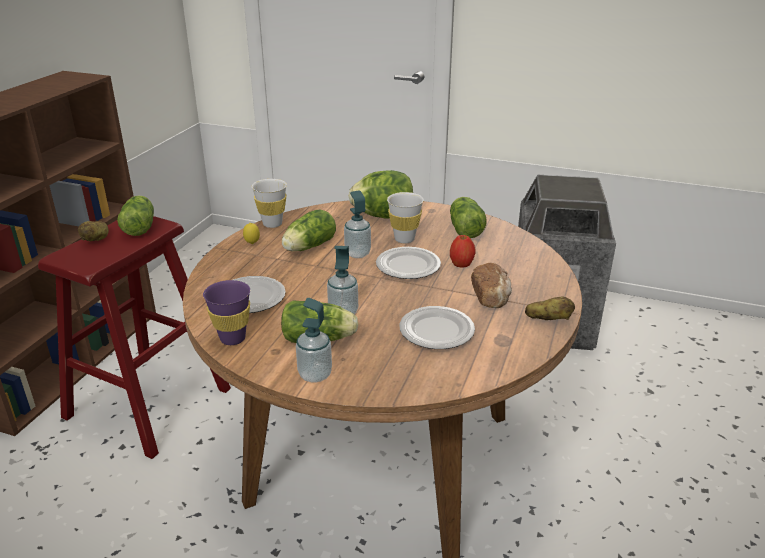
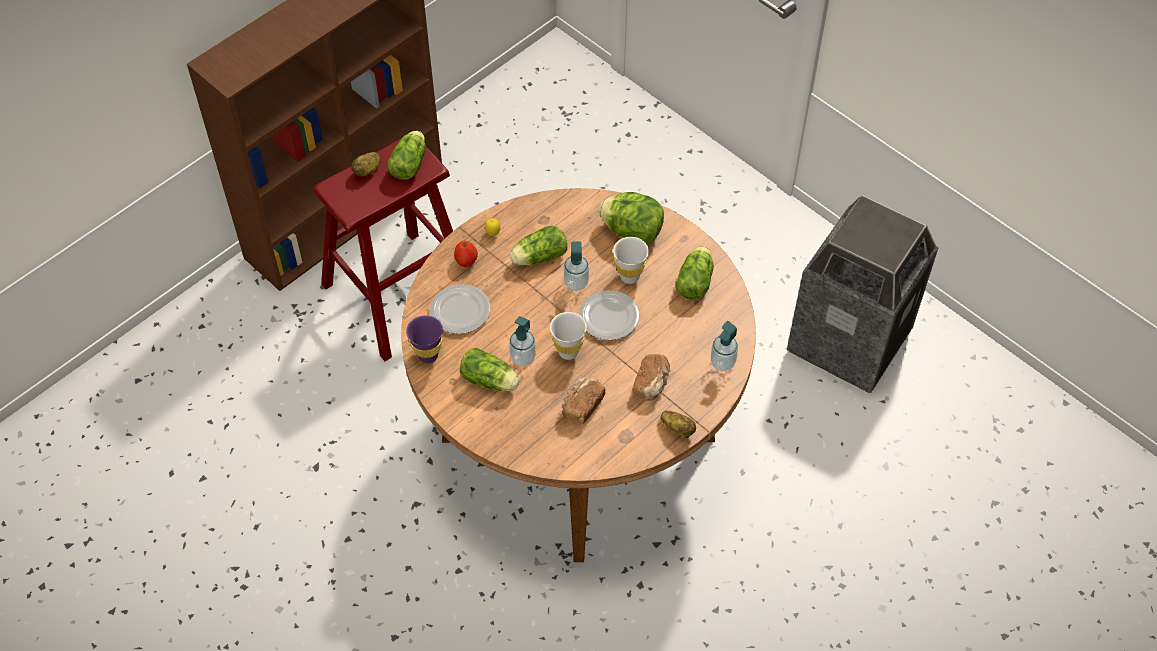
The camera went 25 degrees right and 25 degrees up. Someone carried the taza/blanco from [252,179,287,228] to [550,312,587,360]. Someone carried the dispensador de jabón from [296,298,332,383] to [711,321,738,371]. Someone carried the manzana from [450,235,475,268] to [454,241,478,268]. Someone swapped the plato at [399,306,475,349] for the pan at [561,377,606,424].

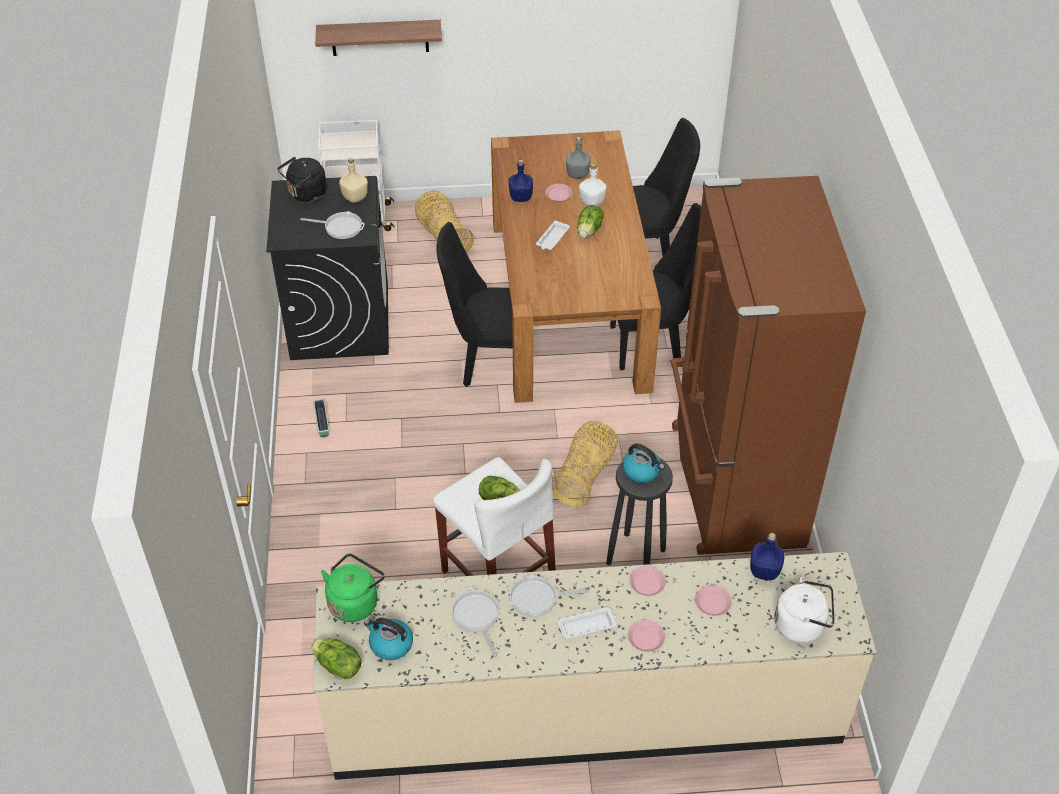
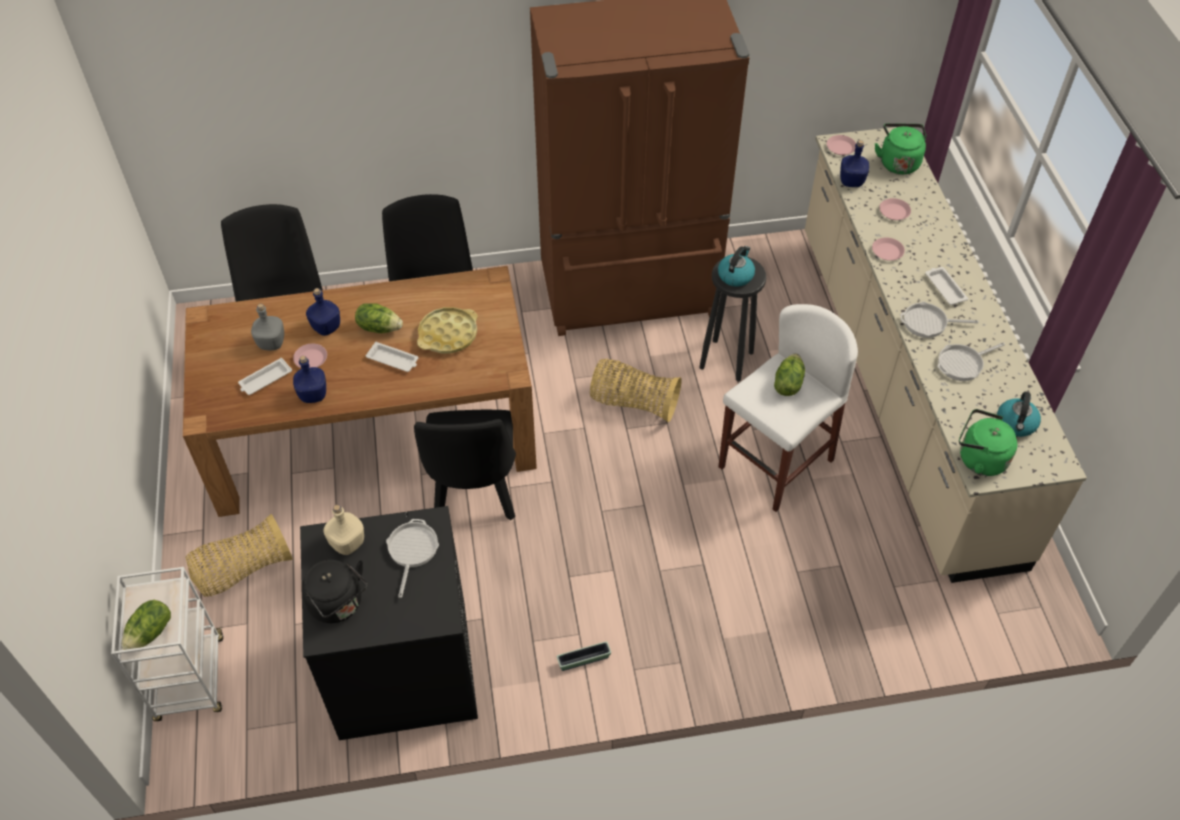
The camera went 95 degrees left and 5 degrees up. Someone took away the estante at [315,20,442,56]. Someone put down the bandeja/blanco at [238,358,292,395]. Someone put down the bandeja/amarillo at [417,307,478,354]. Someone carried the lechuga from [311,638,362,679] to [121,600,171,650]. Someone carried the plato/rosa from [628,620,665,652] to [827,135,856,155]. Someone repainted the botella/blanco at [579,164,607,206], which became the botella/azul at [306,288,340,336]. Someone repainted the hervidor/blanco at [775,577,835,643], which became the hervidor/verde at [875,123,926,174]. Someone rotated the sartén at [506,575,589,617] by 105 degrees clockwise.

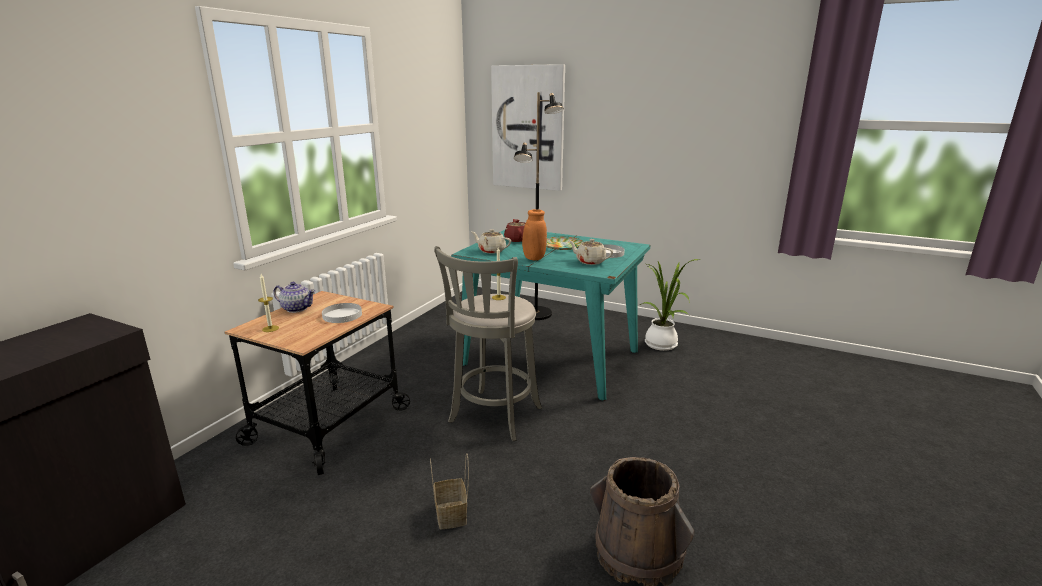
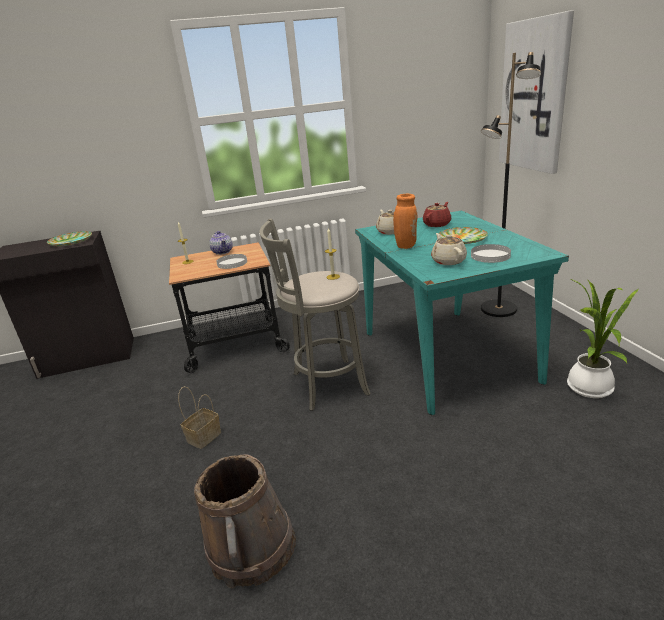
The camera went 50 degrees right and 5 degrees up. Someone put down the plato at [47,231,92,246].

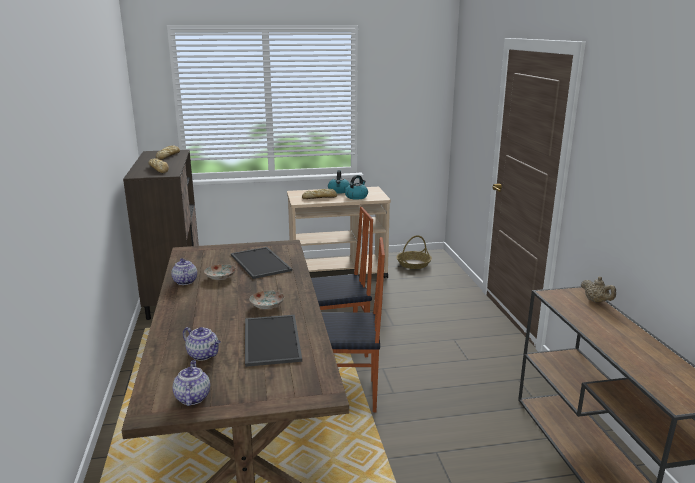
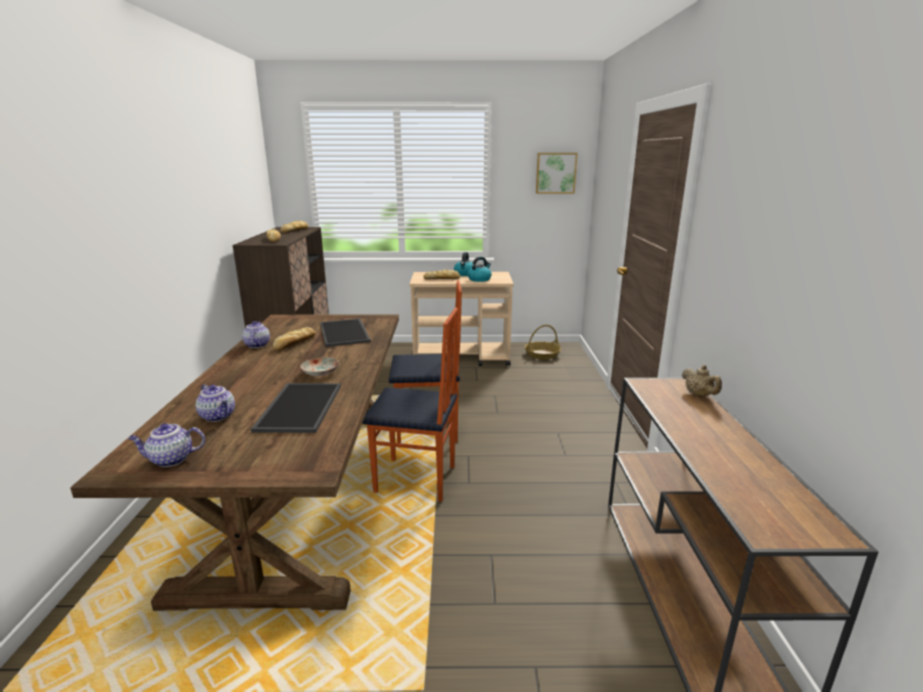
The camera went 10 degrees right and 0 degrees up. Someone put up the cuadro at [536,153,578,194]. Someone swapped the plato at [204,264,236,280] for the pan at [273,327,316,351]. Someone rotated the tetera at [173,360,210,406] by 105 degrees counterclockwise.

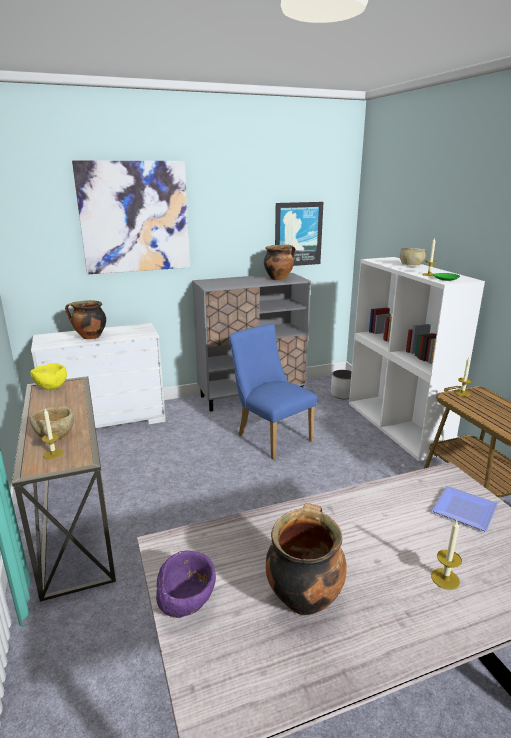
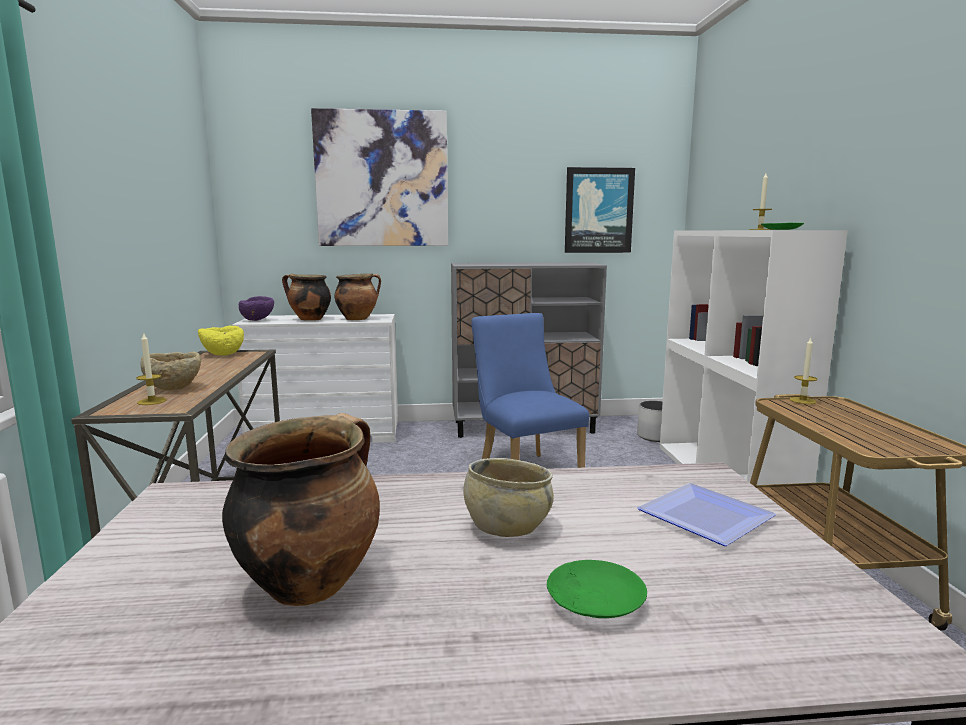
The camera went 15 degrees right and 10 degrees down. Someone carried the cuenco/morado from [156,550,216,618] to [239,296,274,321]. Someone carried the olla from [264,245,296,280] to [335,274,381,320]. Someone carried the cuenco/beis from [400,248,426,265] to [463,458,554,537]. Someone swapped the vela at [431,520,462,590] for the plato/verde at [547,560,647,618].

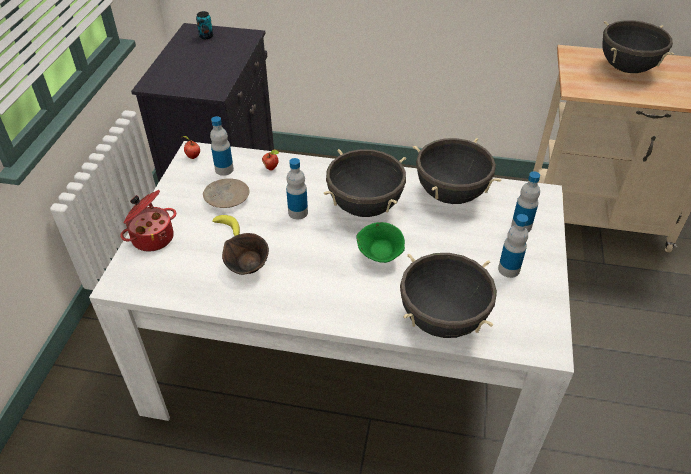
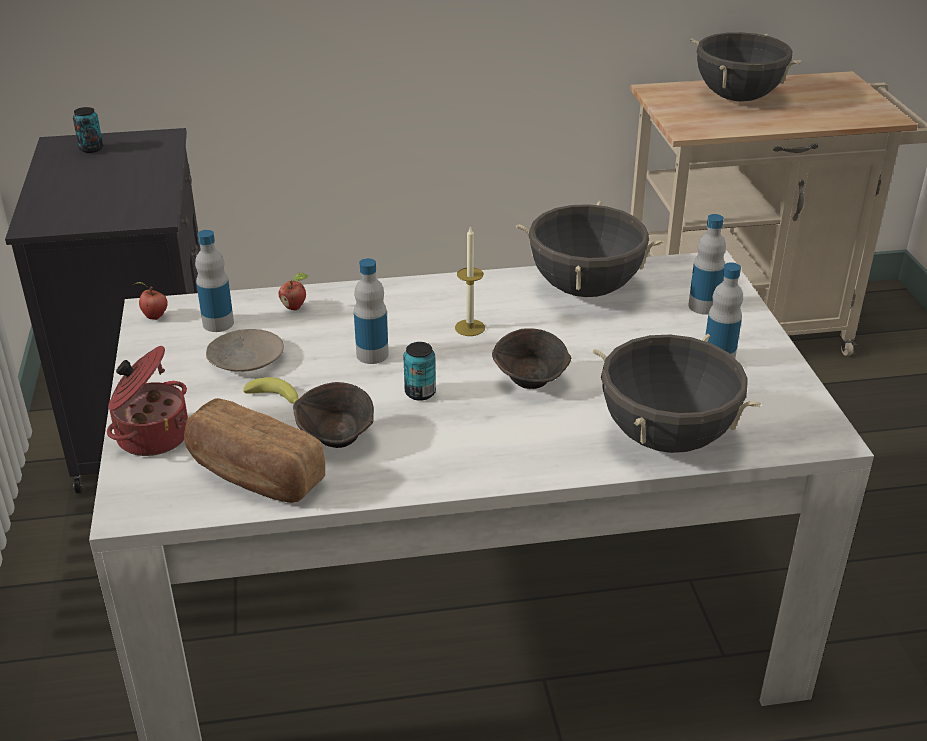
The camera went 20 degrees left and 10 degrees down. Someone put down the pan at [184,398,325,503]. Someone put down the lata at [404,342,436,401]. Someone swapped the olla/negro at [324,149,406,217] for the vela at [455,226,485,336]. Someone repainted the cuenco/verde at [357,222,405,263], which became the cuenco/marrón at [492,328,571,389].

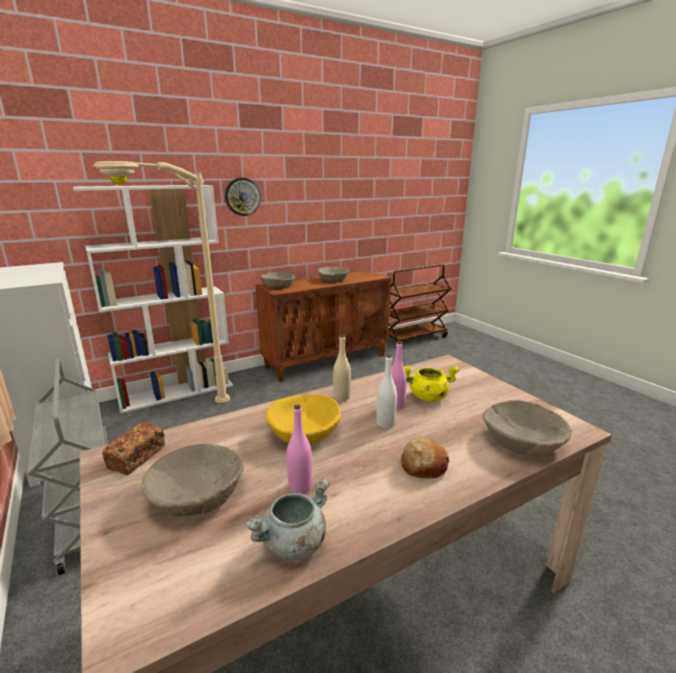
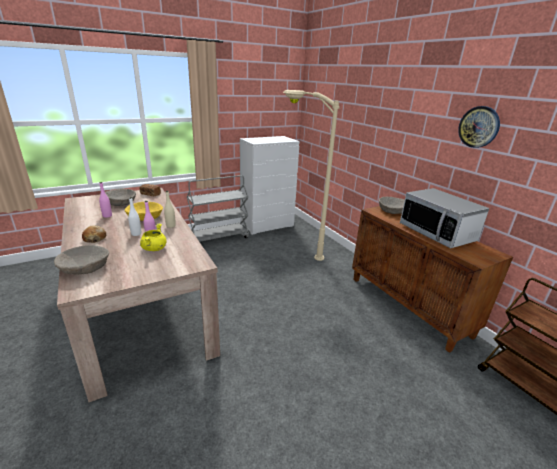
The camera went 90 degrees right and 5 degrees up. Someone took away the estantería/blanco at [73,185,233,413]. Someone took away the olla/gris at [245,478,330,560]. Someone carried the reloj de pared from [225,178,261,216] to [458,106,500,148]. Someone swapped the cuenco/beis at [317,267,349,282] for the microondas at [400,188,489,248].

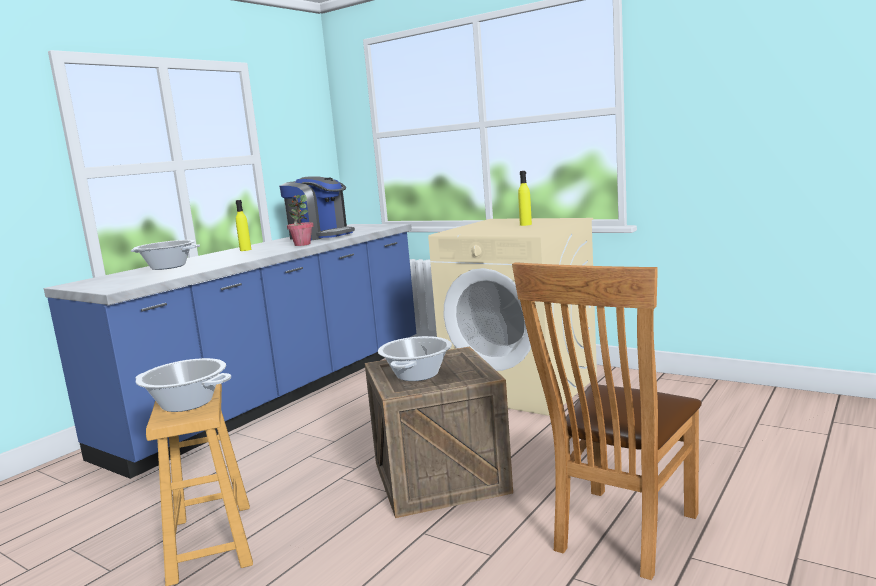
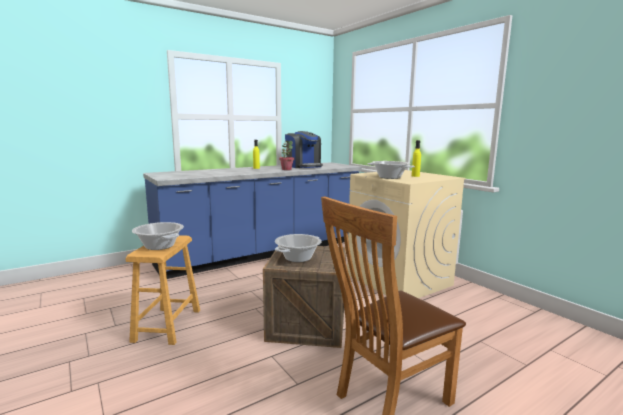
The camera went 20 degrees right and 0 degrees up. Someone carried the olla from [131,240,200,270] to [368,161,415,179].

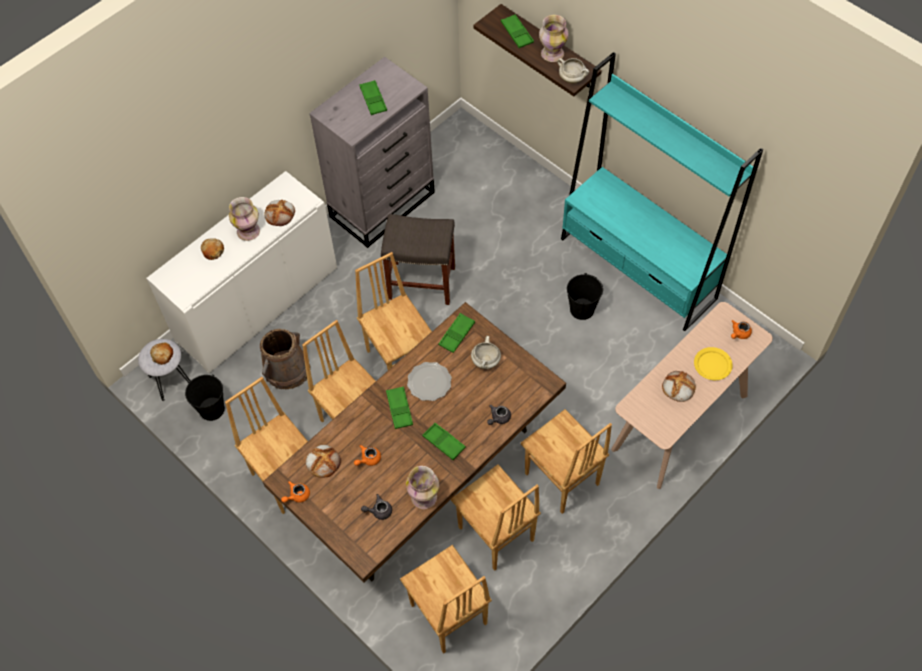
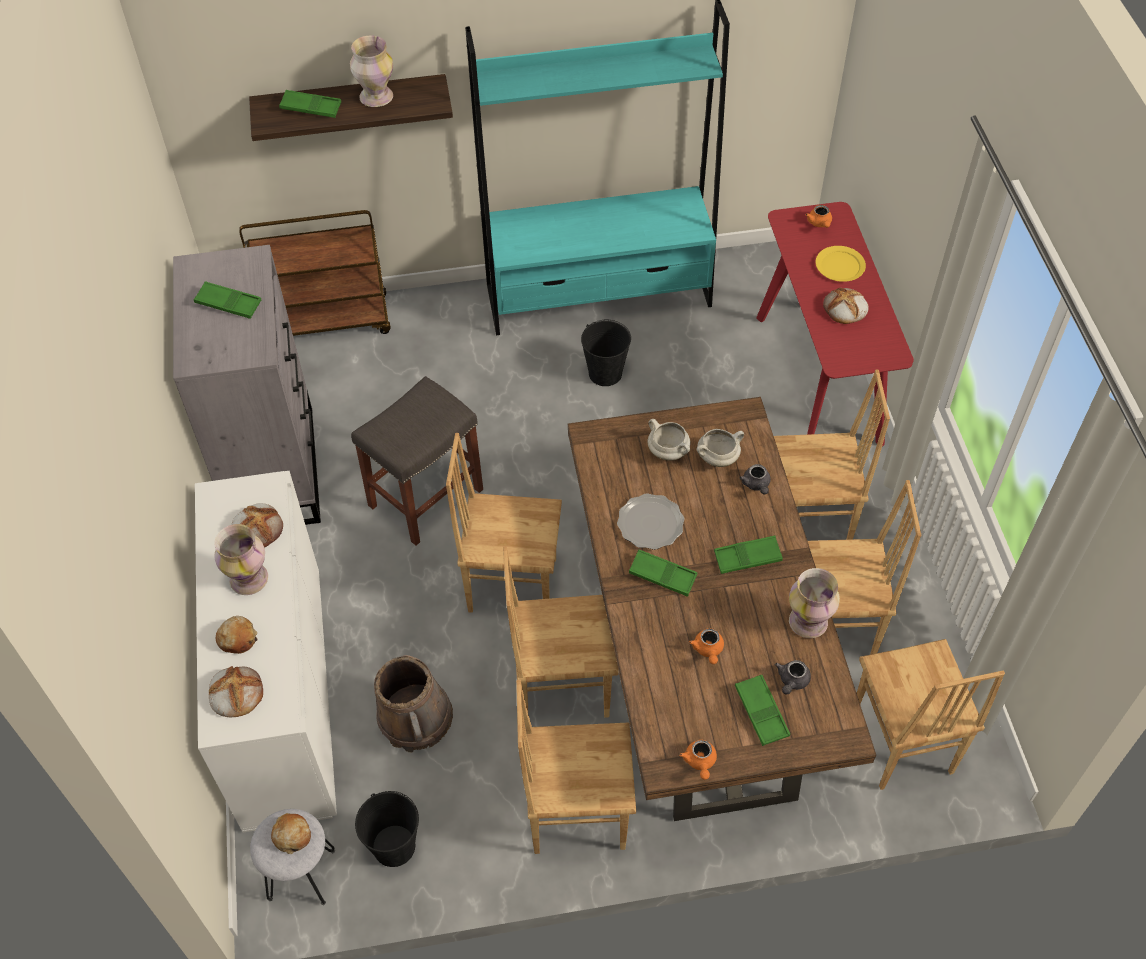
The camera went 55 degrees left and 5 degrees down. Someone put down the carrito/marrón at [239,210,391,336]. Someone carried the pan from [306,445,341,478] to [209,666,263,717]. Someone carried the bandeja/verde from [438,313,475,353] to [735,675,790,746]. Someone carried the olla/blanco from [557,58,589,83] to [696,429,744,467]. Someone repainted the mesa consola/beis at [611,302,773,489], which became the mesa consola/rojo at [756,202,914,447]. Someone rotated the silla/marrón at [400,545,492,654] by 75 degrees clockwise.

